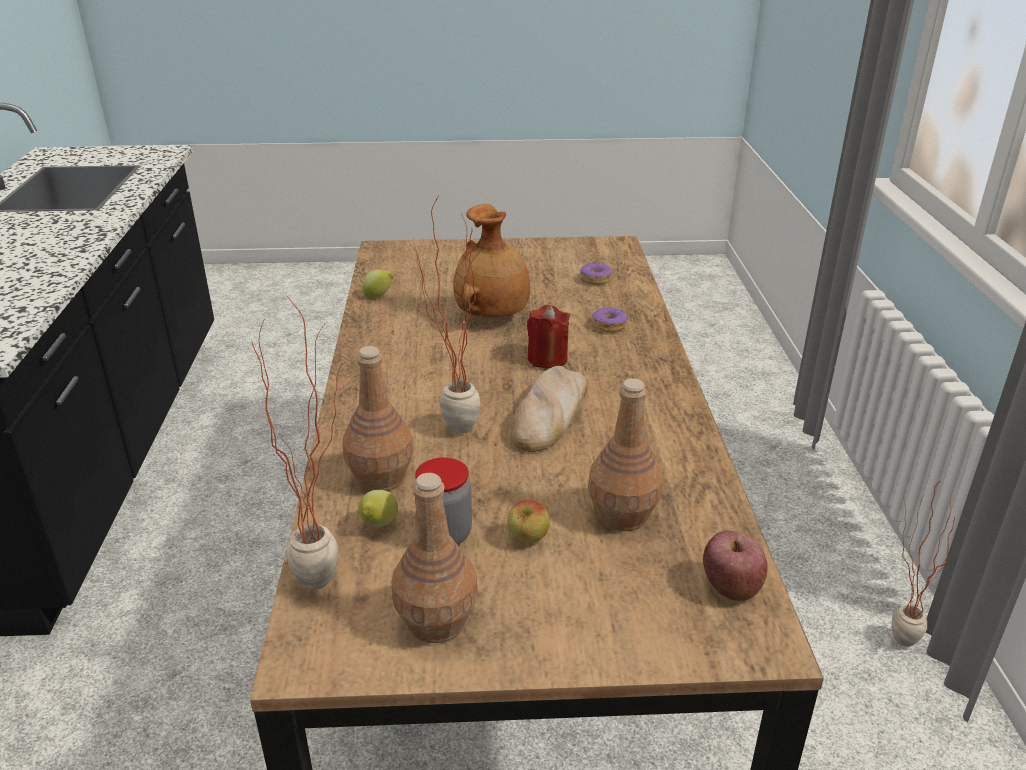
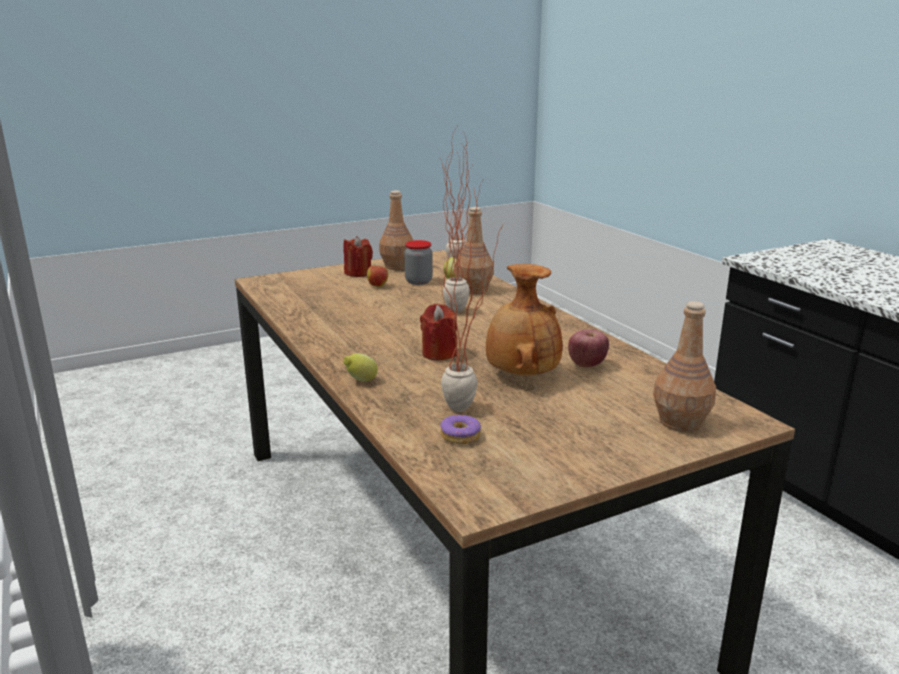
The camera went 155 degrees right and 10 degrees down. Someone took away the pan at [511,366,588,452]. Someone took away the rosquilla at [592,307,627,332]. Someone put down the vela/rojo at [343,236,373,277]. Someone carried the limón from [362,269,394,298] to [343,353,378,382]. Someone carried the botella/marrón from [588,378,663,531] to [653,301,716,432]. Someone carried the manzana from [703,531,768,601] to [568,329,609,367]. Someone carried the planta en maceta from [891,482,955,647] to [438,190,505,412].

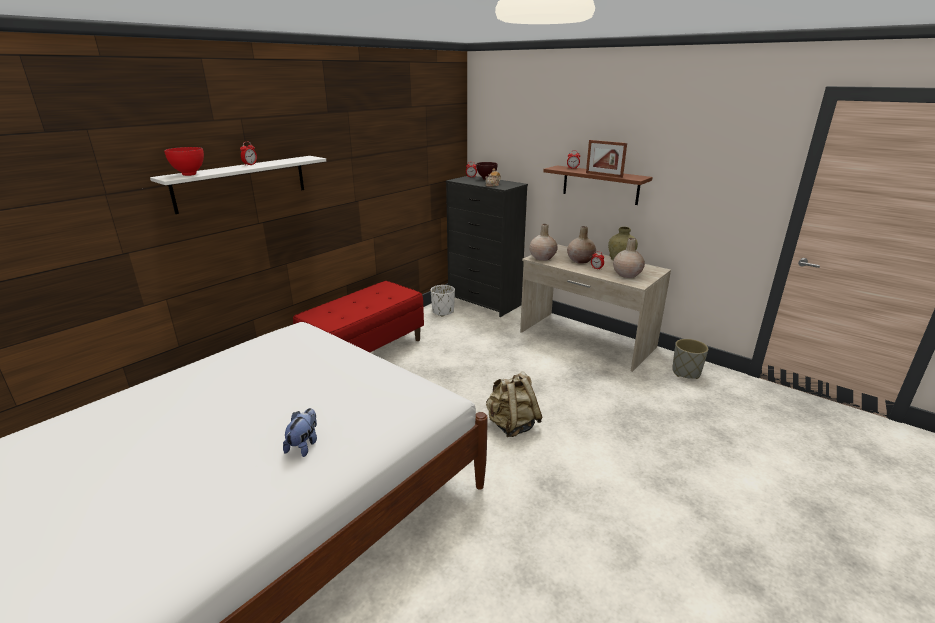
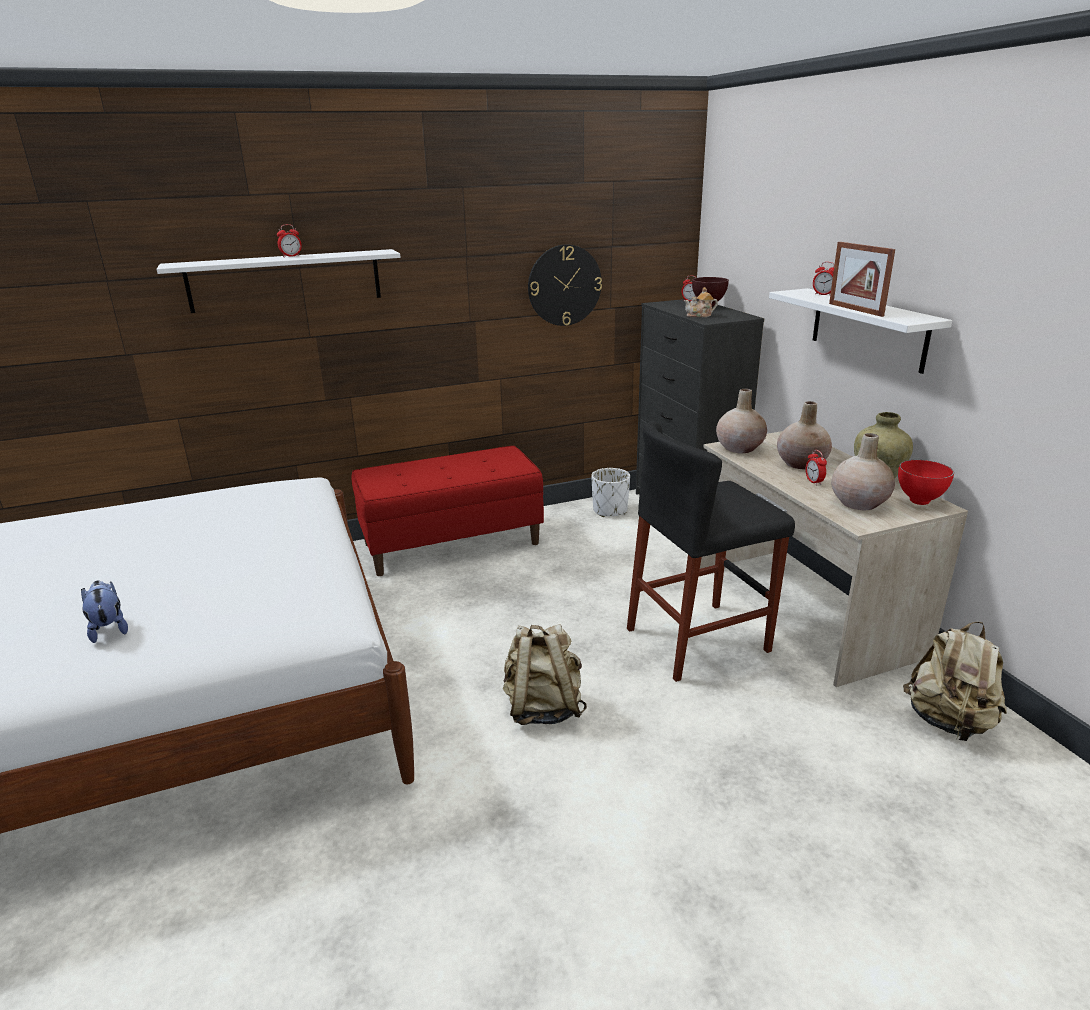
The camera went 30 degrees right and 0 degrees up. Someone put up the reloj de pared at [528,244,602,326]. Someone put down the taburete/negro at [627,421,795,682]. Someone carried the cuenco/rojo from [164,147,204,176] to [898,460,954,505]. Someone swapped the maceta/gris at [672,339,708,379] for the mochila/beis at [903,622,1007,741]. Someone repainted the estante/marrón at [543,165,653,205], which became the estante/blanco at [769,288,952,374]. Someone rotated the peluche at [283,408,317,457] by 75 degrees counterclockwise.

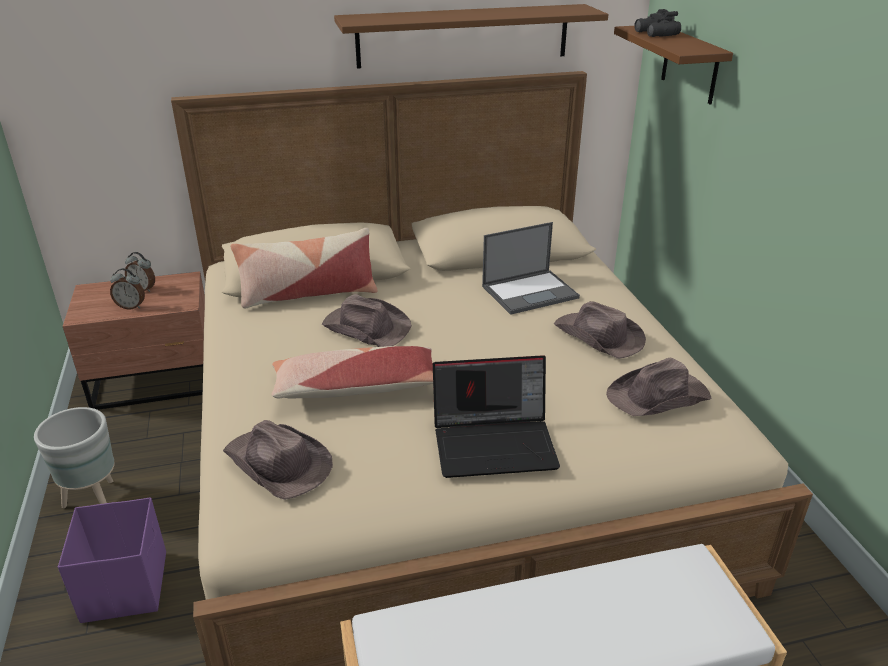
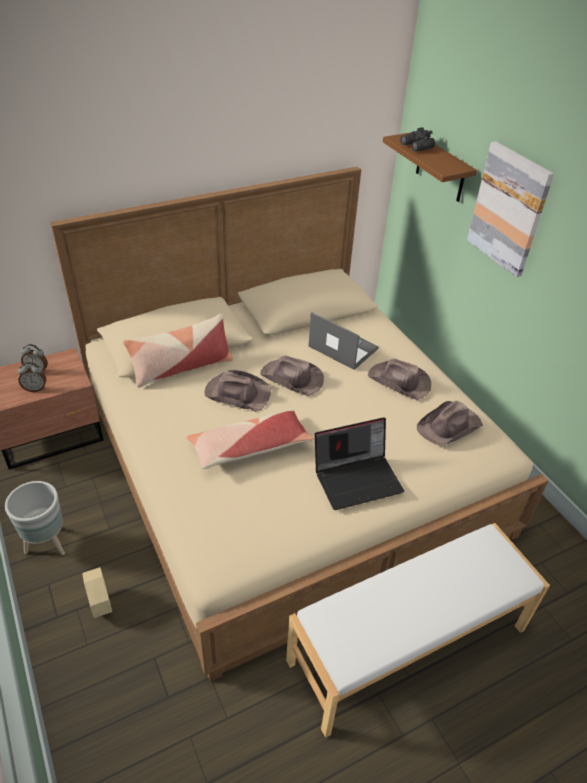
The camera went 15 degrees left and 10 degrees up. Someone took away the estante/marrón at [334,4,609,69]. Someone put up the cuadro at [467,141,554,277]. Someone carried the sombrero/marrón from [223,420,333,500] to [260,356,324,396]. Someone swapped the caja de almacenaje/morado at [58,497,166,623] for the maceta/beis at [82,567,112,618]. Someone rotated the portátil at [482,222,580,315] by 105 degrees counterclockwise.

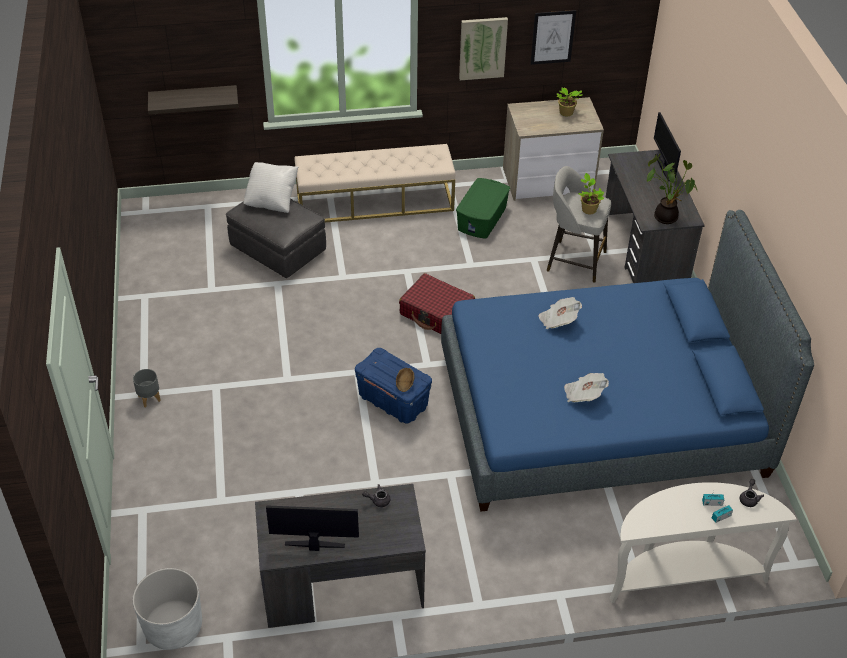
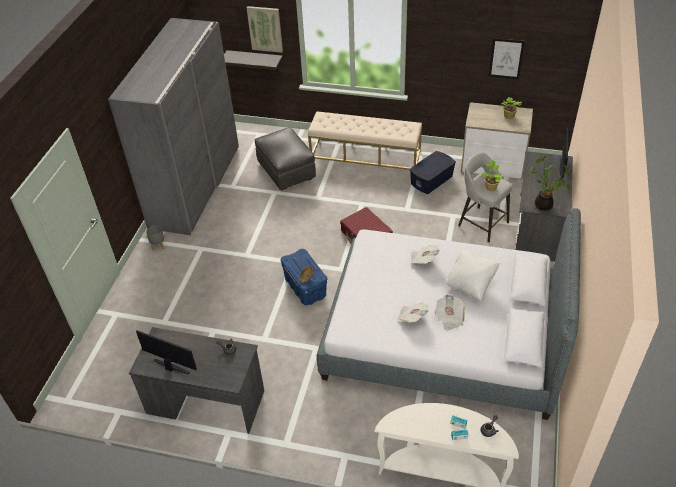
The camera went 25 degrees right and 0 degrees up. Someone took away the maceta/blanco at [133,568,202,650]. Someone put down the armario ropero/gris at [108,18,239,235]. Someone put down the periódico at [435,294,465,331]. Someone carried the cojín/blanco from [244,162,298,213] to [445,249,500,302]. Someone carried the cuadro from [459,17,508,80] to [247,6,283,53]. Someone repainted the cama/azul at [441,210,814,512], which became the cama/gris at [317,208,581,420]. Someone repainted the caja de almacenaje/verde at [456,178,510,239], which became the caja de almacenaje/azul at [410,151,456,194].

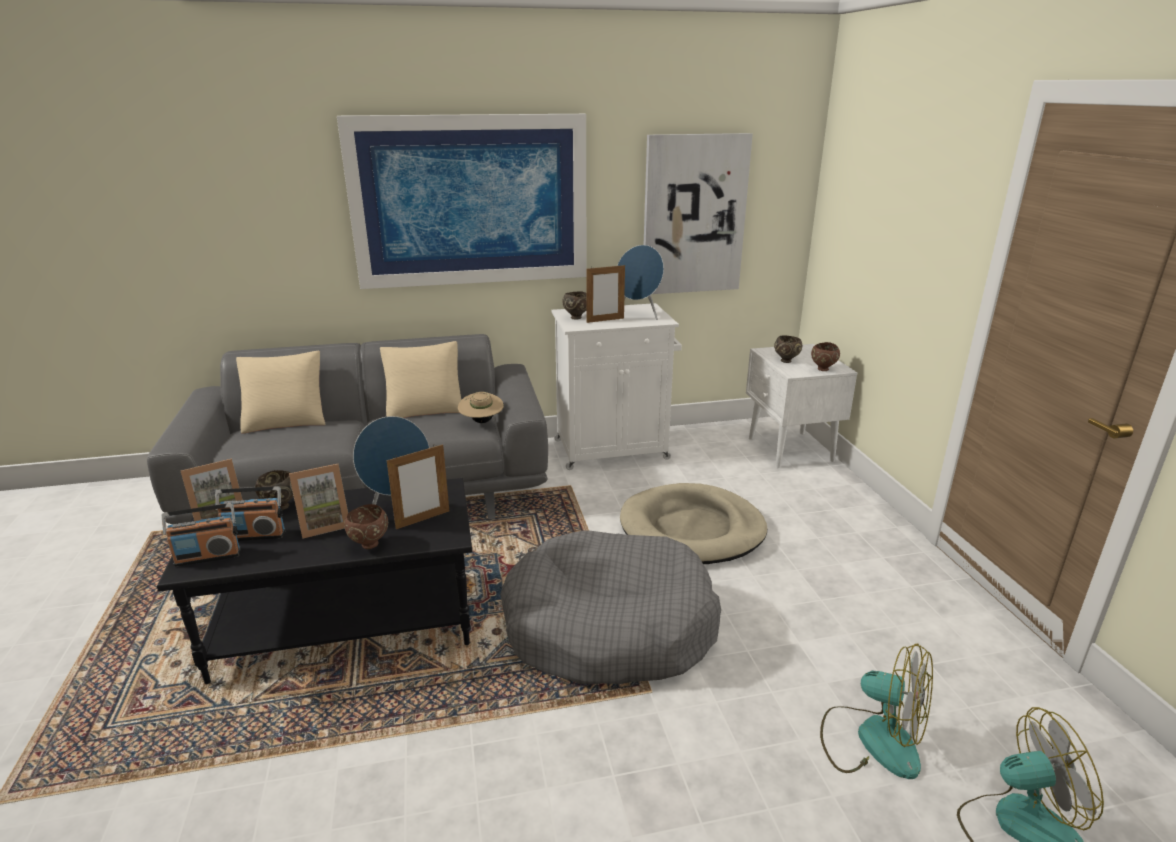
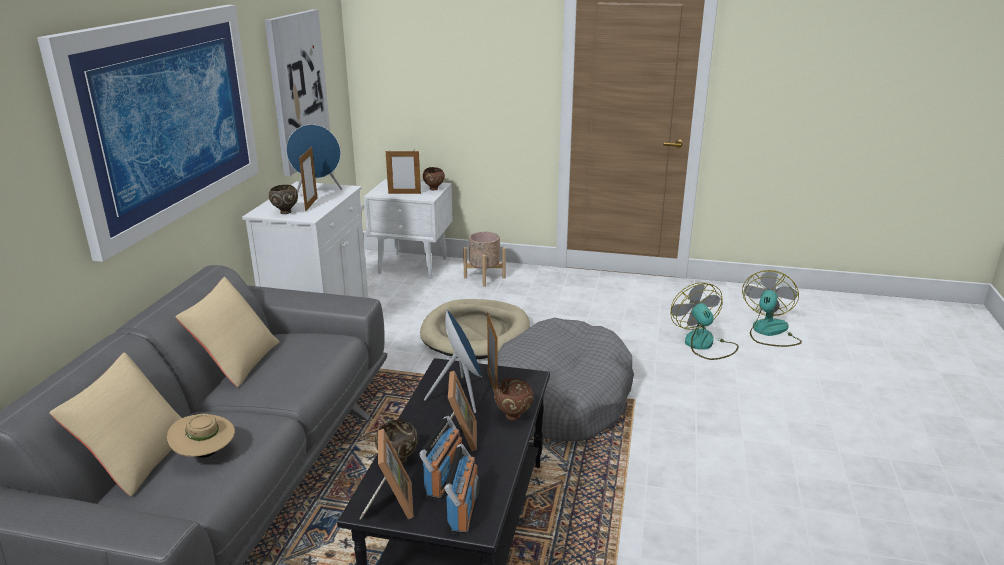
The camera went 65 degrees left and 0 degrees up. Someone put down the maceta/beis at [463,232,506,287]. Someone carried the sombrero/beis from [458,392,504,423] to [167,414,235,458]. Someone swapped the cuenco/marrón at [774,335,802,363] for the portarretratos at [386,151,421,194]. Someone rotated the ventilador at [820,643,933,779] by 75 degrees counterclockwise.

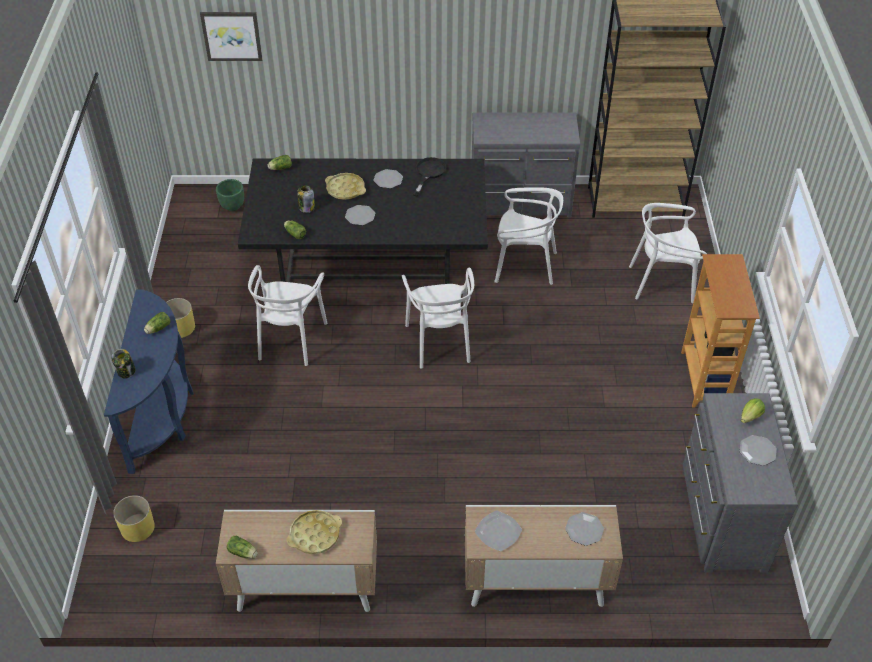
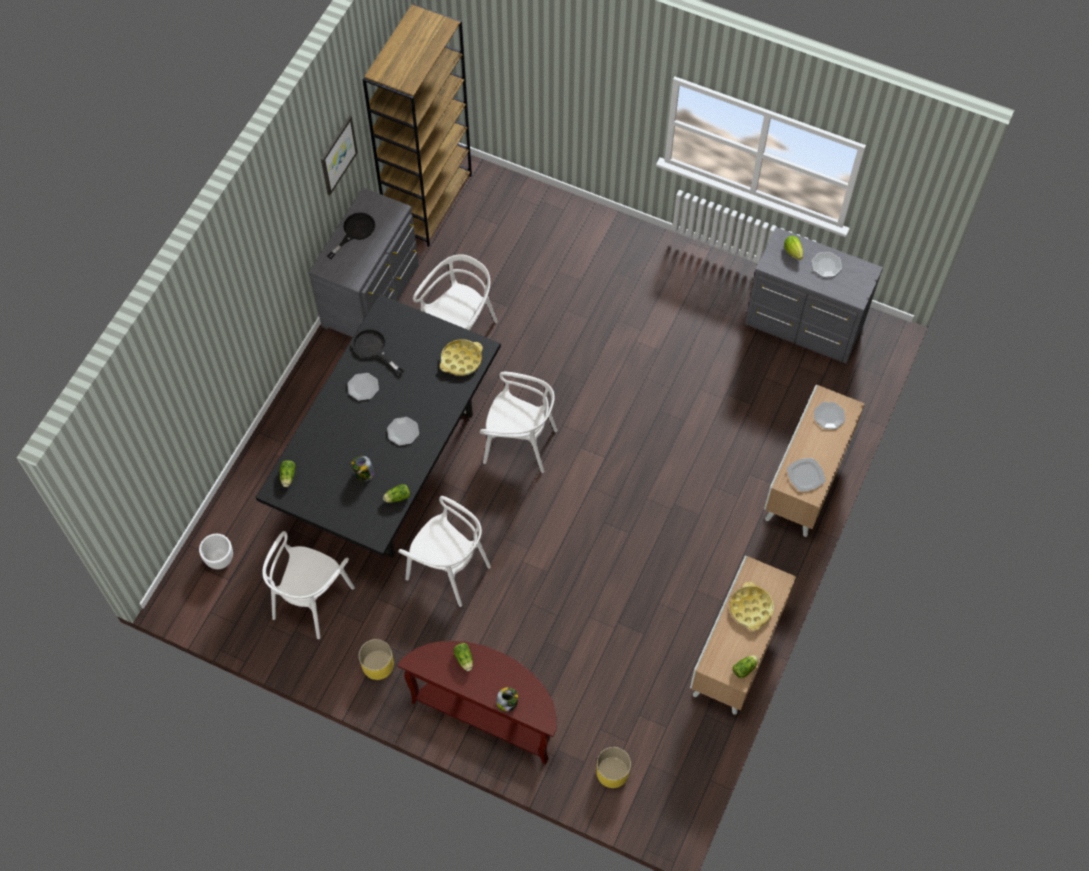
The camera went 65 degrees left and 15 degrees up. Someone took away the estantería at [681,254,760,408]. Someone put down the sartén/negro at [327,213,375,259]. Someone carried the cuadro from [200,12,262,61] to [321,115,358,195]. Someone carried the bandeja/amarillo from [325,173,366,200] to [440,339,483,376]. Someone carried the silla/blanco from [629,203,707,303] to [262,531,355,639]. Someone repainted the mesa consola/azul at [104,289,194,474], which became the mesa consola/marrón at [398,641,556,765]. Someone repainted the maceta/verde at [216,179,244,211], which became the maceta/blanco at [199,534,233,569].

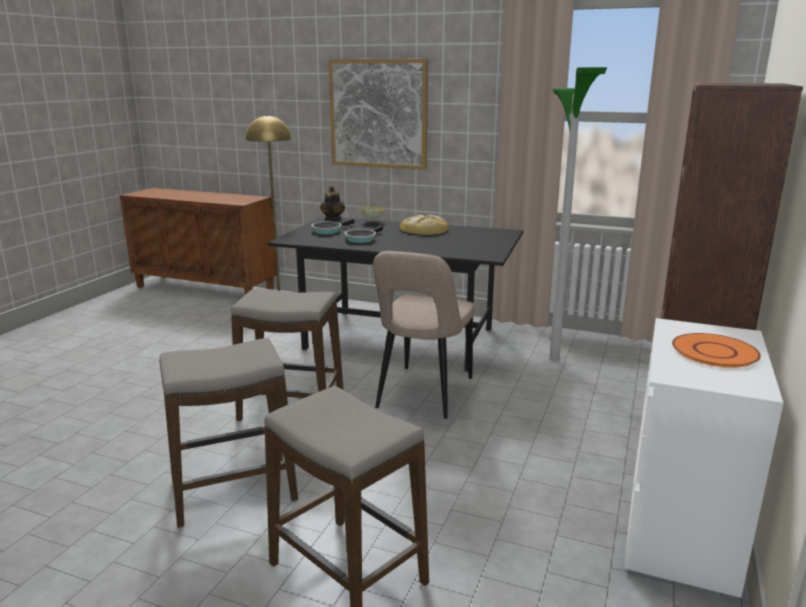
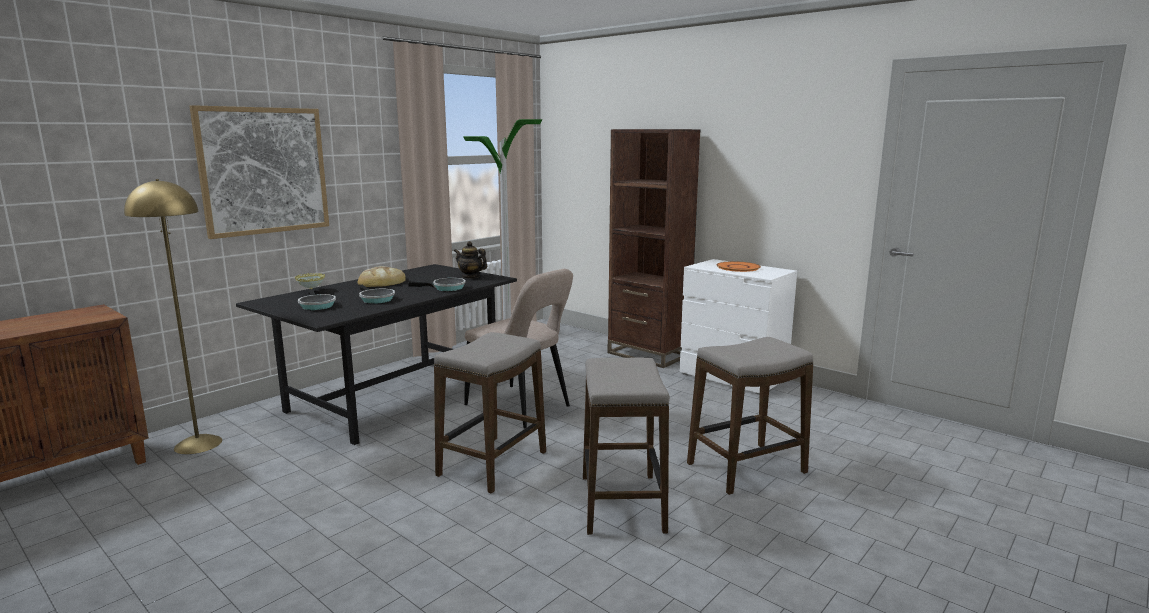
The camera went 70 degrees left and 5 degrees down. Someone put down the sartén at [409,278,466,291]. Someone carried the tetera from [320,186,345,221] to [454,241,487,279].

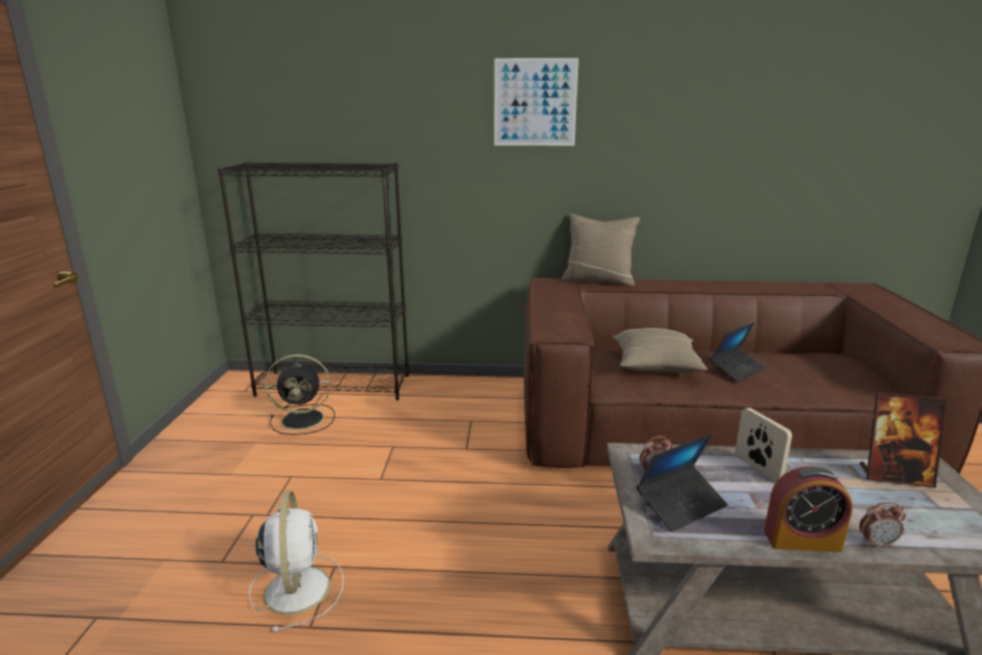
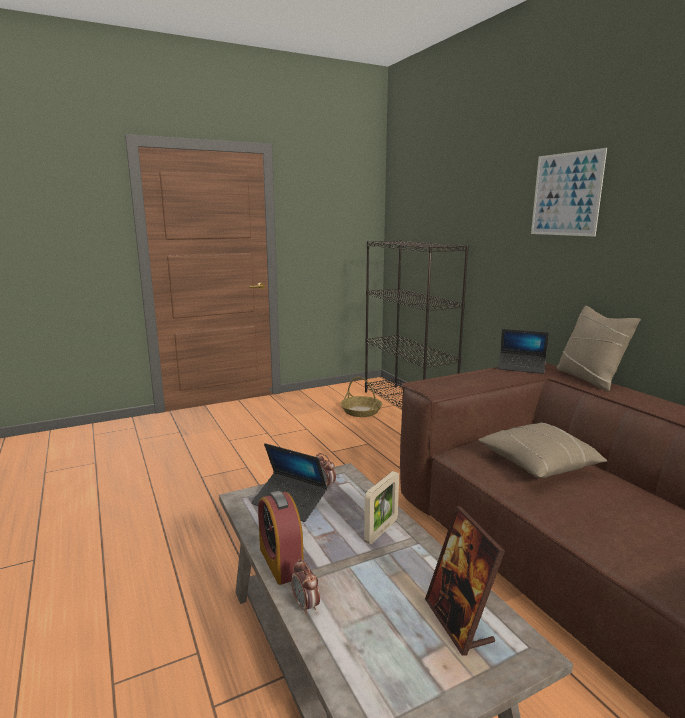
The camera went 60 degrees right and 5 degrees down. Someone took away the ventilador/blanco at [249,491,344,632]. Someone carried the portátil from [711,323,766,382] to [498,329,549,374]. Someone swapped the ventilador/negro at [265,354,335,435] for the cesta at [341,377,382,417].

